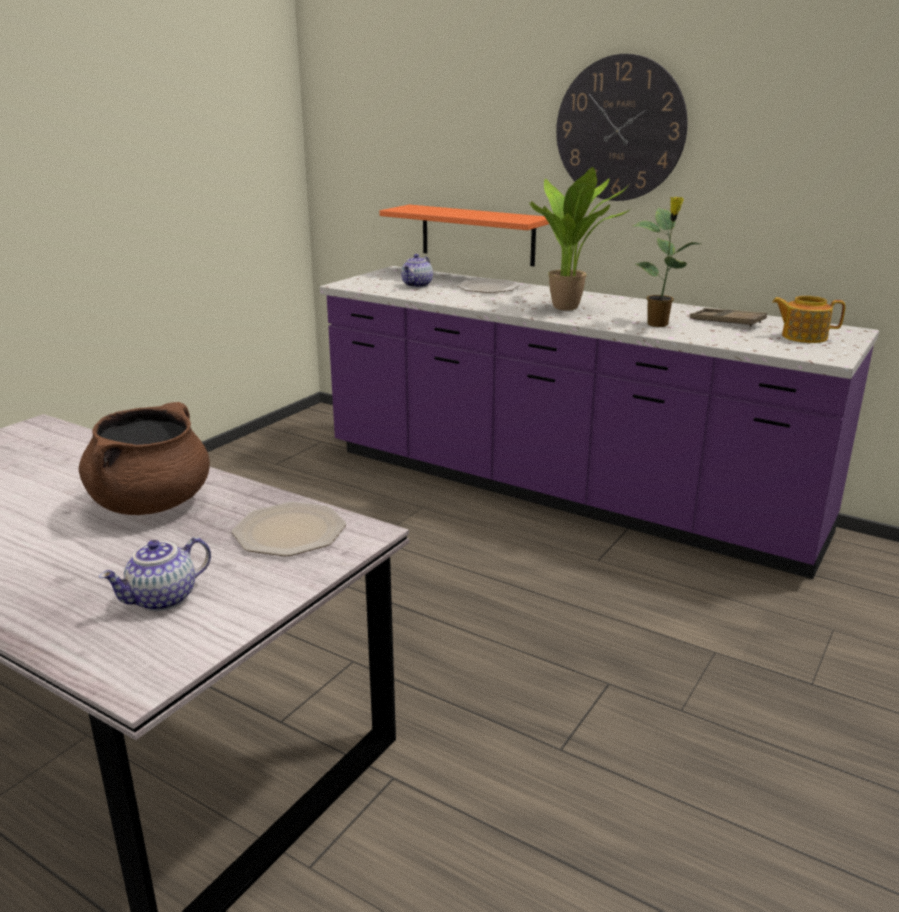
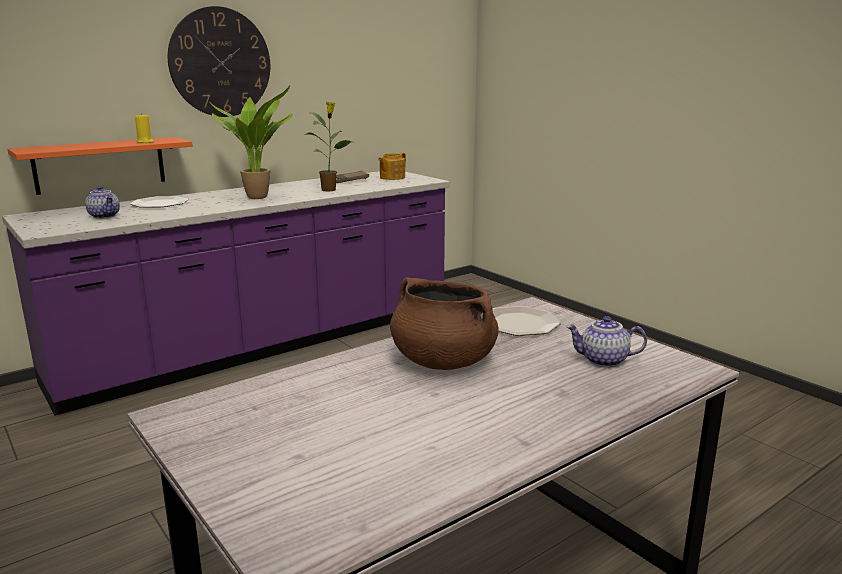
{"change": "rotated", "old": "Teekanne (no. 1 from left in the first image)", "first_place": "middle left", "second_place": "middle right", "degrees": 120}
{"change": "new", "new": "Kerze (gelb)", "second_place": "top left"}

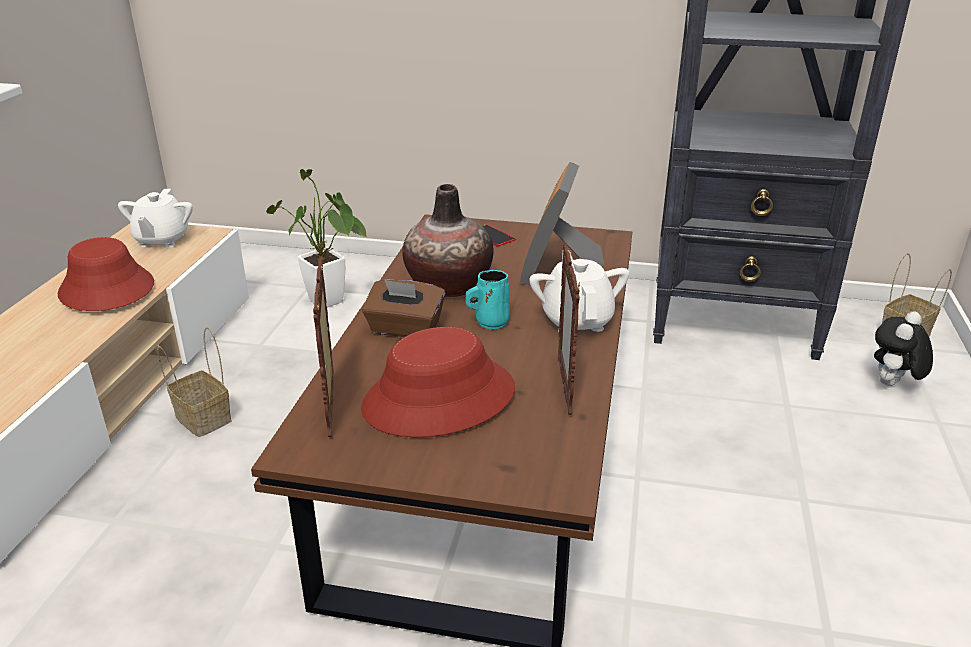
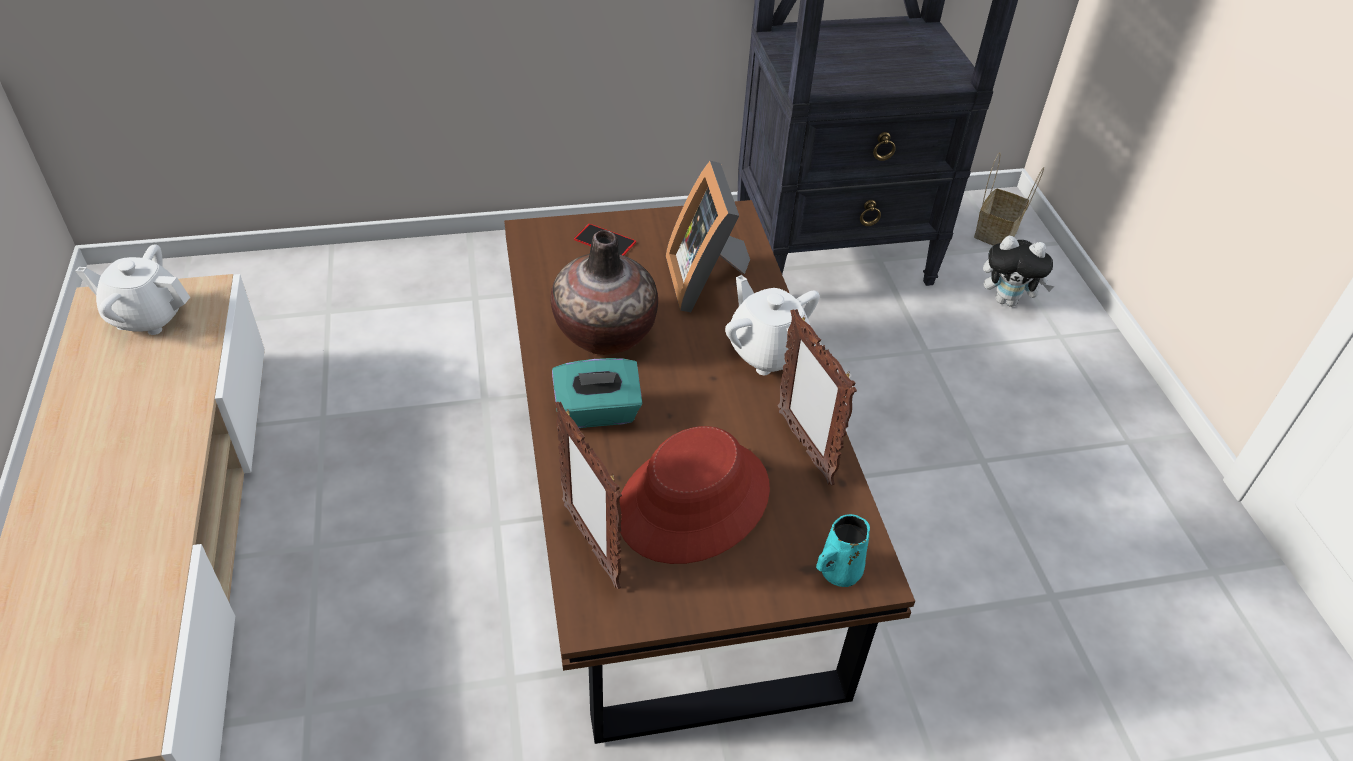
{"change": "gone", "old": "Topfpflanze", "first_place": "middle left"}
{"change": "rotated", "old": "Teekanne (weiß) (no. 1 from left)", "first_place": "middle left", "second_place": "middle left", "degrees": 120}
{"change": "gone", "old": "Hut (rot) (no. 1 from left)", "first_place": "middle left"}
{"change": "shifted", "old": "Henkelbecher (türkis)", "first_place": "centre", "second_place": "bottom centre"}
{"change": "repainted", "old": "Taschentuchbox (braun)", "new": "Taschentuchbox (türkis)", "first_place": "centre", "second_place": "centre"}
{"change": "rotated", "old": "Plüschtier", "first_place": "middle right", "second_place": "middle right", "degrees": -90}
{"change": "gone", "old": "Korb (no. 1 from left)", "first_place": "middle left"}

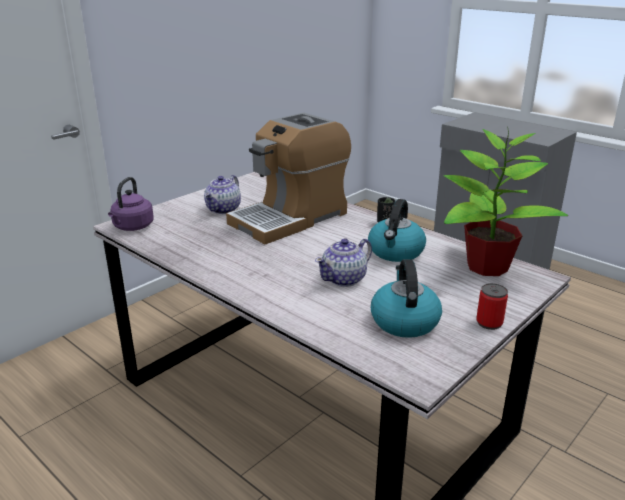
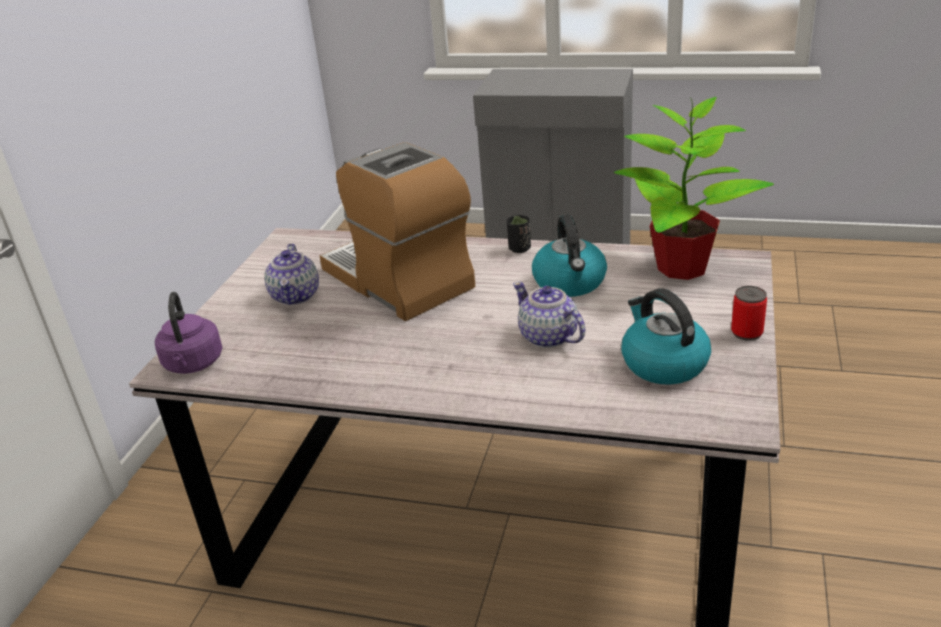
{"change": "rotated", "old": "Kaffeemaschine", "first_place": "centre", "second_place": "centre", "degrees": 120}
{"change": "rotated", "old": "Teekanne (no. 2 from left)", "first_place": "centre", "second_place": "centre", "degrees": 120}

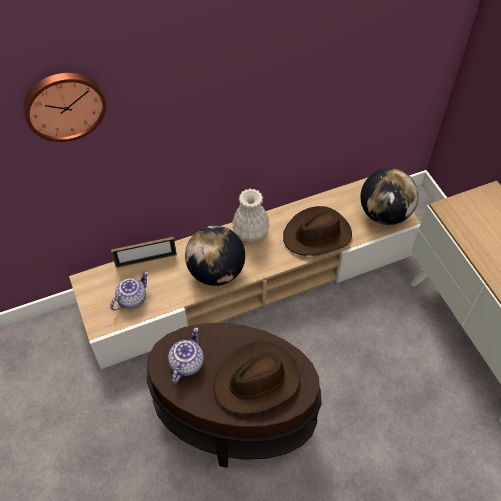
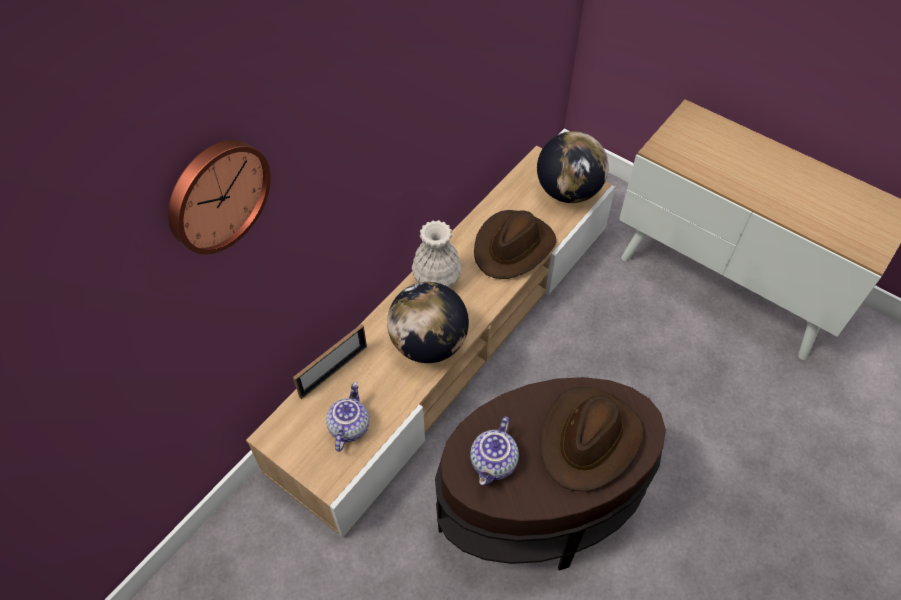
{"change": "rotated", "old": "Teekanne (no. 2 from left)", "first_place": "bottom centre", "second_place": "bottom centre", "degrees": -150}

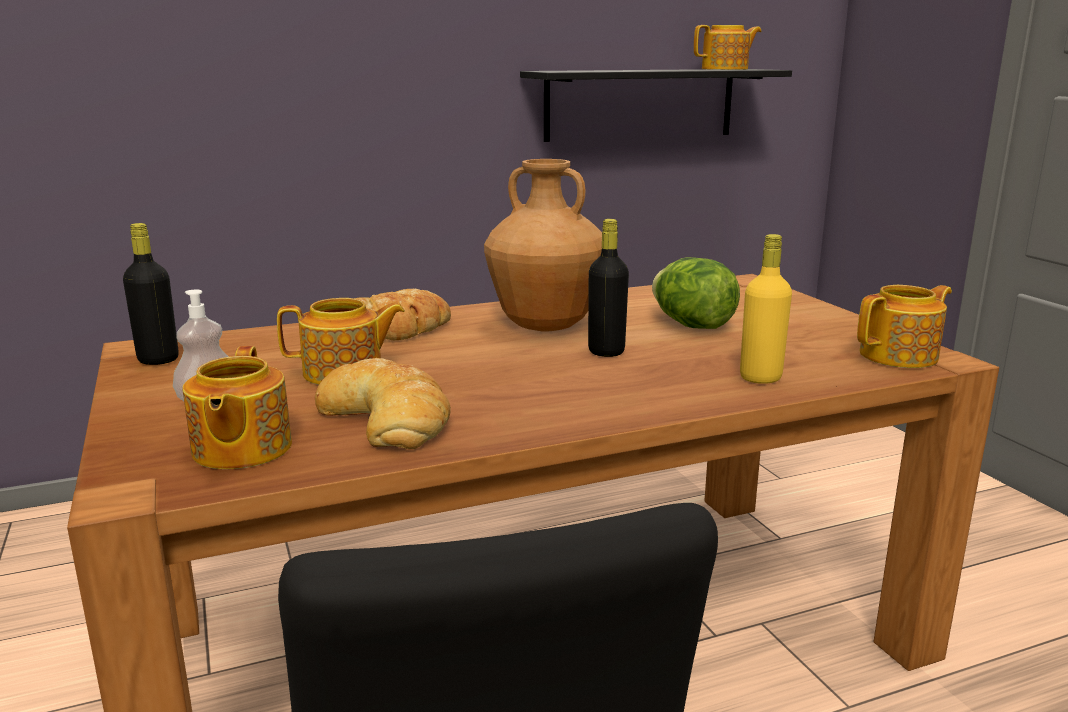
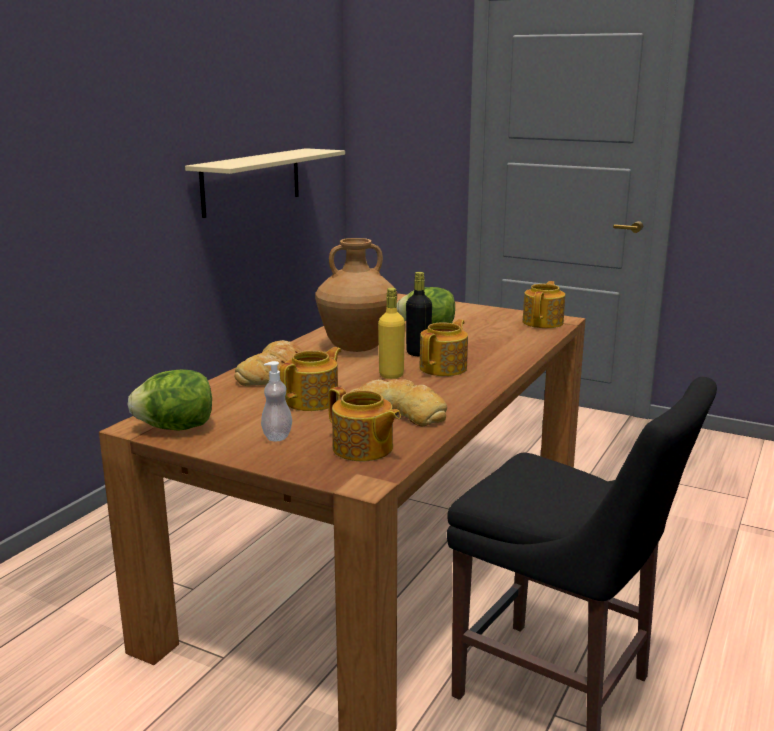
{"change": "shifted", "old": "Teekanne (no. 3 from left)", "first_place": "top right", "second_place": "centre"}
{"change": "repainted", "old": "Wandregal (schwarz)", "new": "Wandregal (beige)", "first_place": "top centre", "second_place": "top centre"}
{"change": "swapped", "old": "Flasche (schwarz) (no. 1 from left)", "new": "Salatkopf (no. 1 from left)", "first_place": "middle left", "second_place": "middle left"}
{"change": "shifted", "old": "Flasche (gelb)", "first_place": "middle right", "second_place": "centre"}

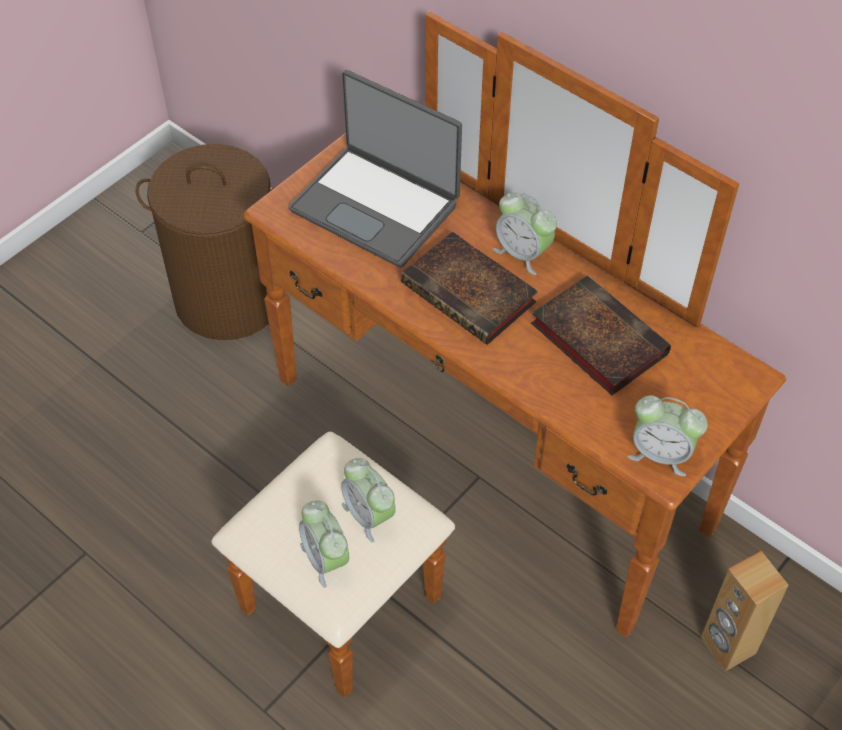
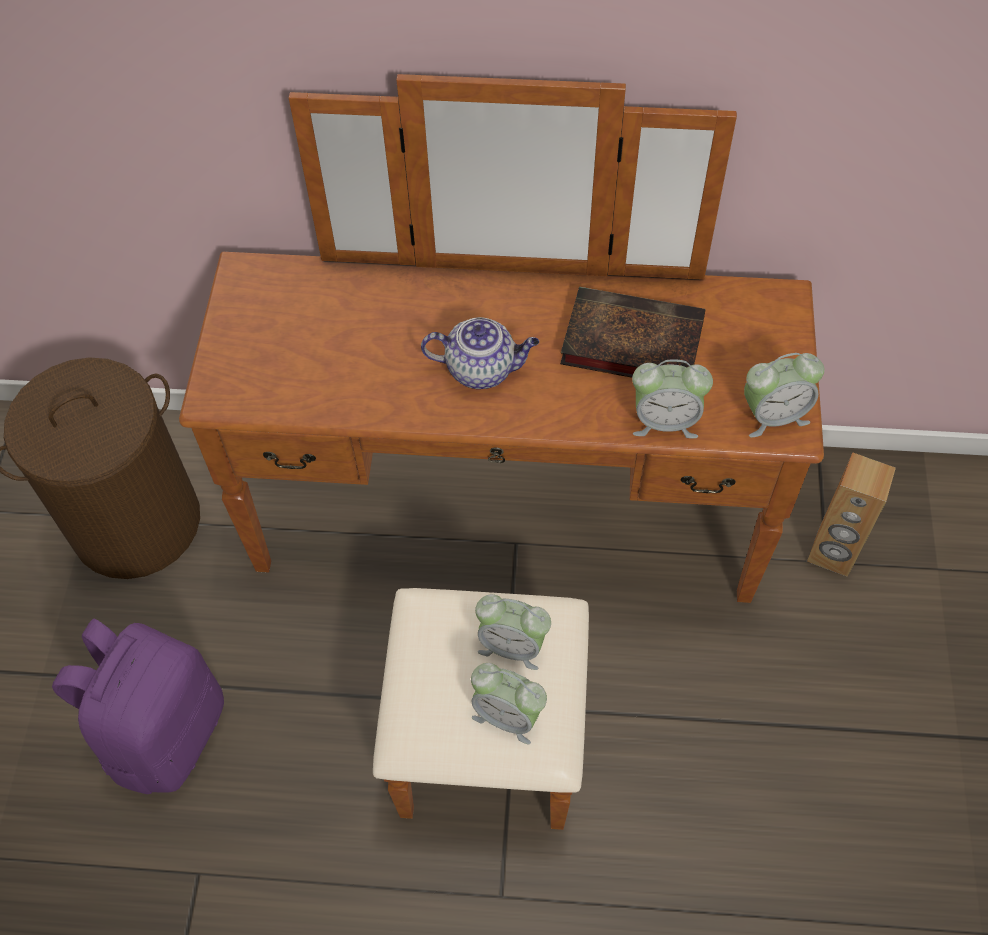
{"change": "gone", "old": "Laptop", "first_place": "top centre"}
{"change": "shifted", "old": "Wecker (no. 3 from left)", "first_place": "top centre", "second_place": "middle right"}
{"change": "swapped", "old": "Buch (no. 1 from left)", "new": "Teekanne", "first_place": "centre", "second_place": "centre"}
{"change": "new", "new": "Rucksack (lila)", "second_place": "bottom left"}

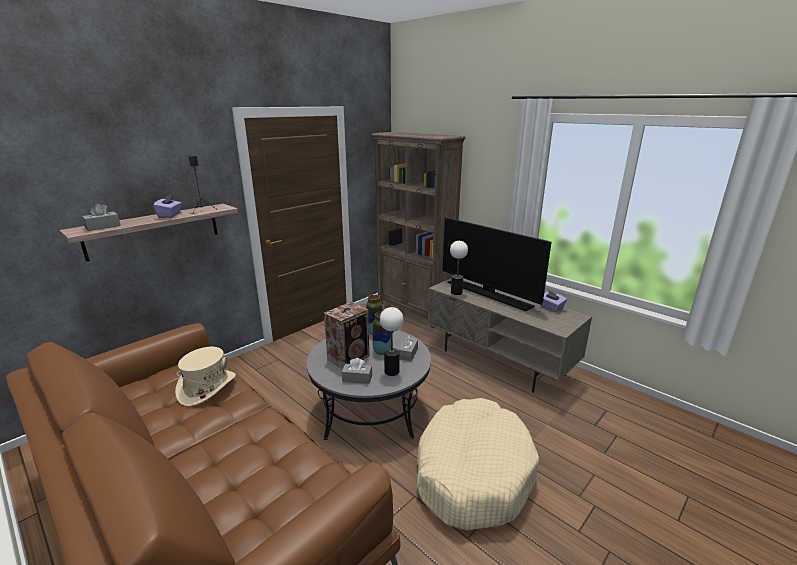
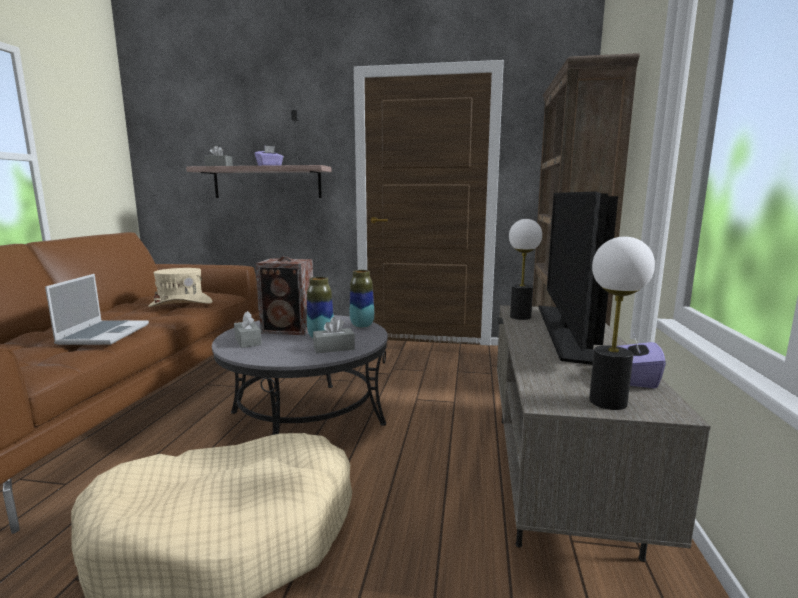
{"change": "shifted", "old": "Tischlampe (no. 1 from left in the first image)", "new": "Tischlampe (no. 2 from left)", "first_place": "centre", "second_place": "middle right"}
{"change": "new", "new": "Laptop", "second_place": "middle left"}

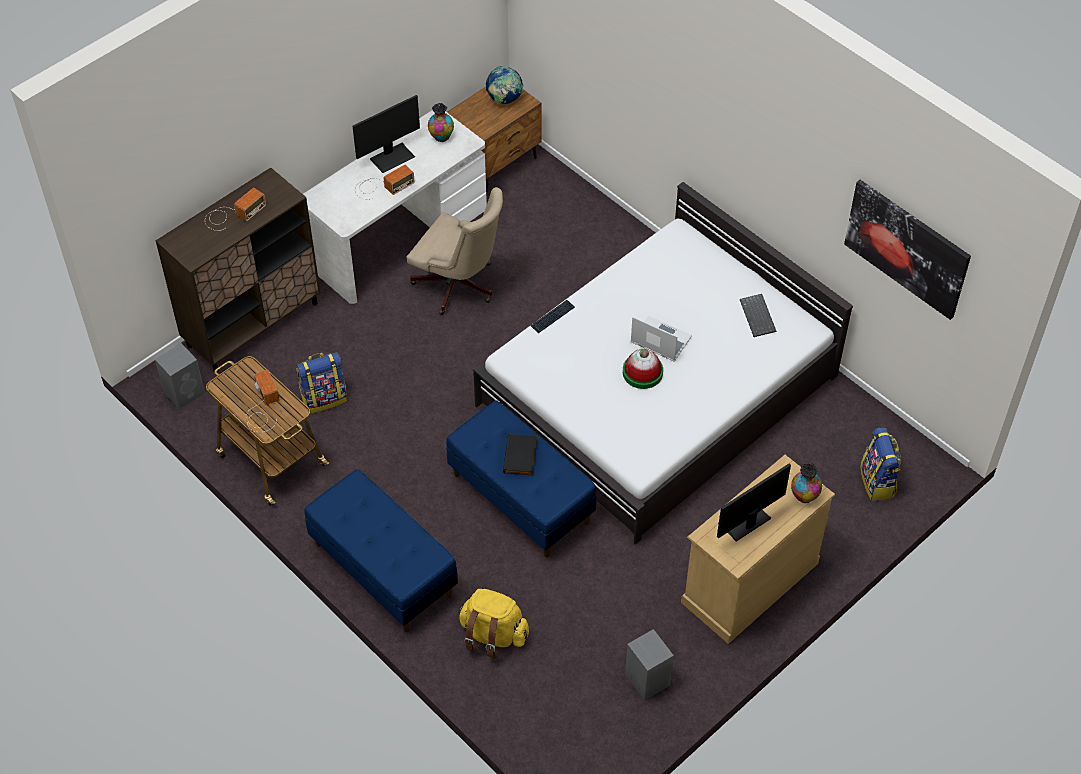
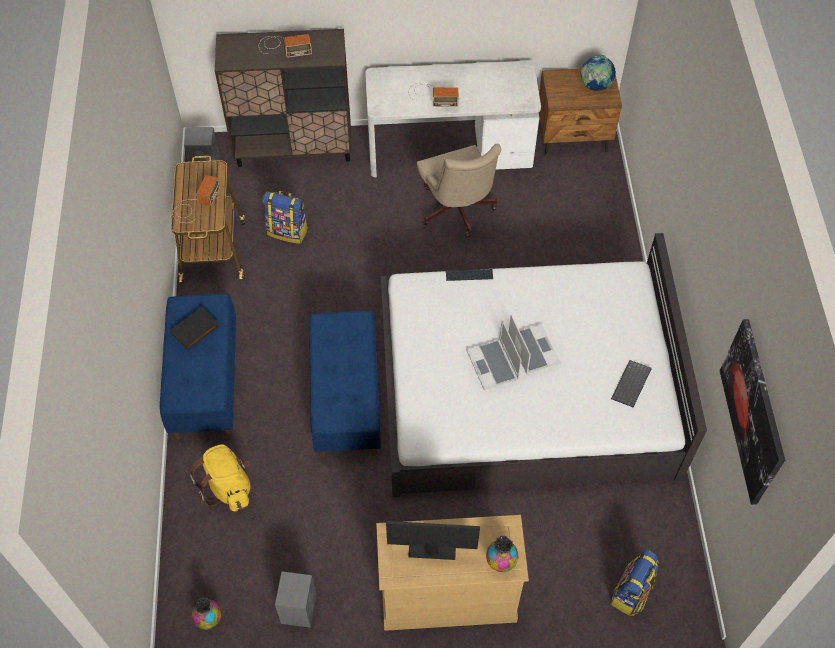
{"change": "gone", "old": "Monitor (no. 1 from left)", "first_place": "top centre"}
{"change": "shifted", "old": "Vase (no. 1 from left)", "first_place": "top centre", "second_place": "bottom left"}
{"change": "swapped", "old": "Hut", "new": "Laptop (no. 1 from left)", "first_place": "centre", "second_place": "centre"}
{"change": "shifted", "old": "Buch (schwarz)", "first_place": "centre", "second_place": "middle left"}

